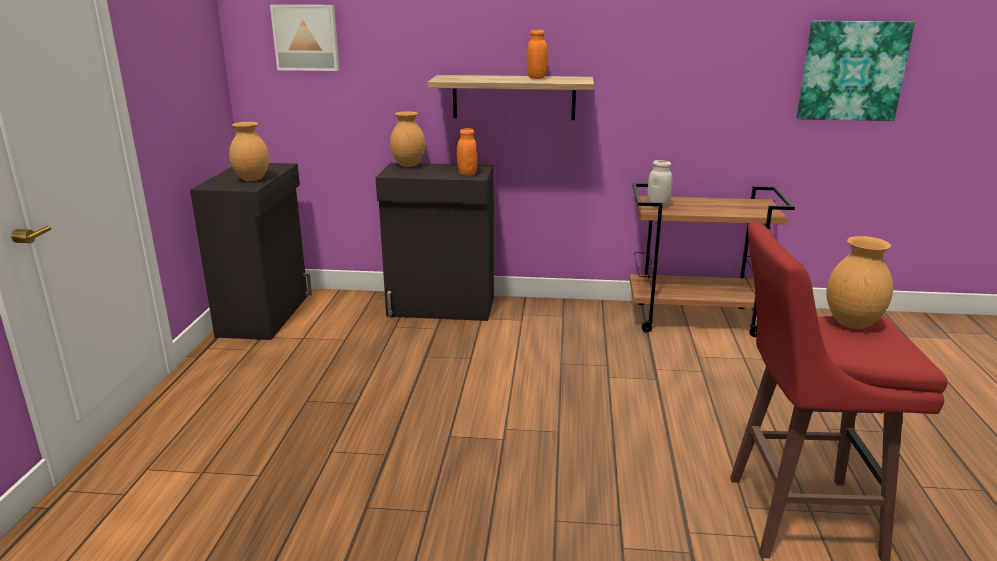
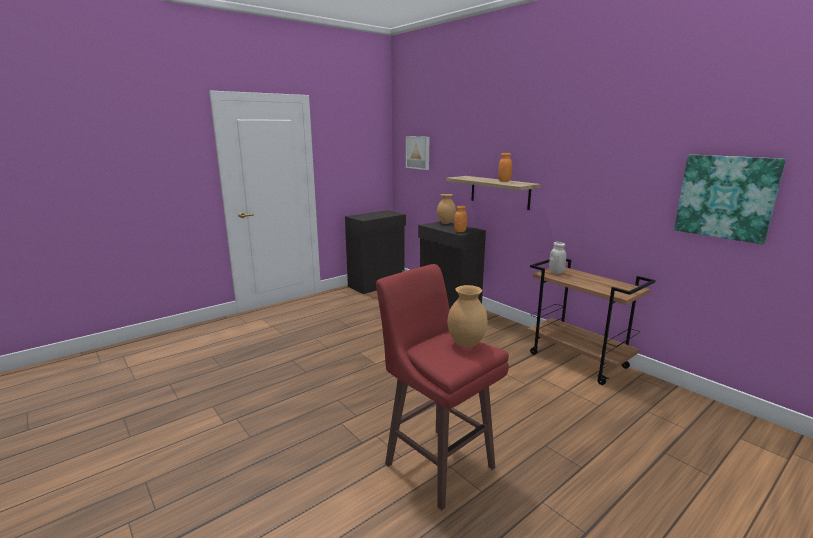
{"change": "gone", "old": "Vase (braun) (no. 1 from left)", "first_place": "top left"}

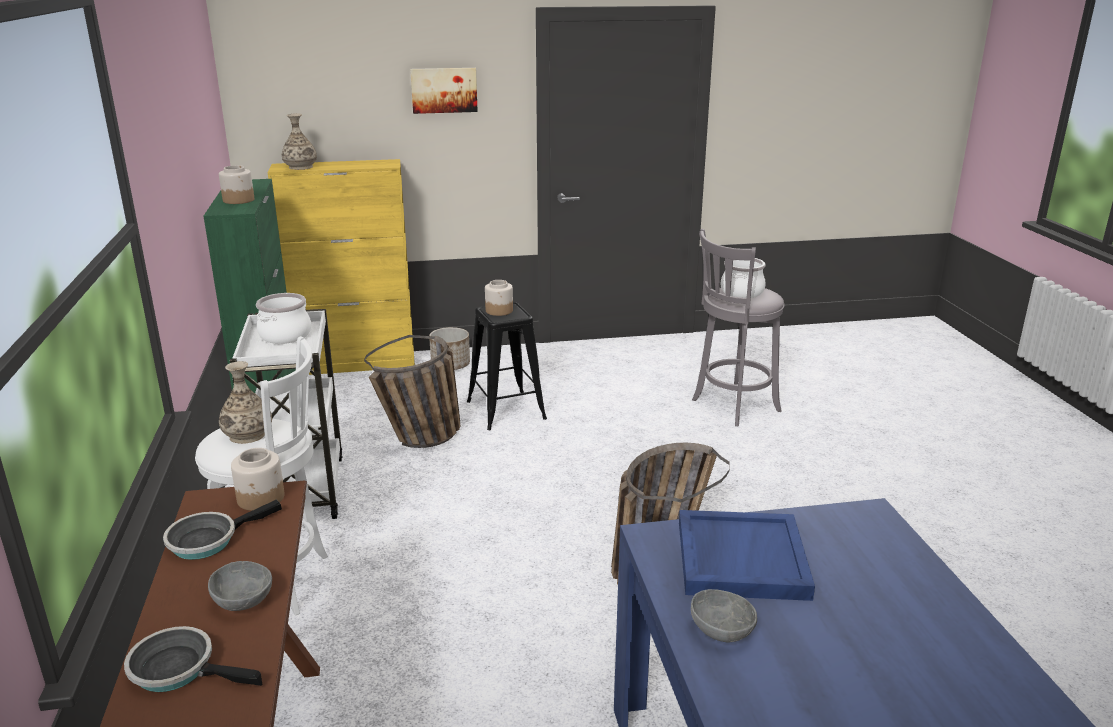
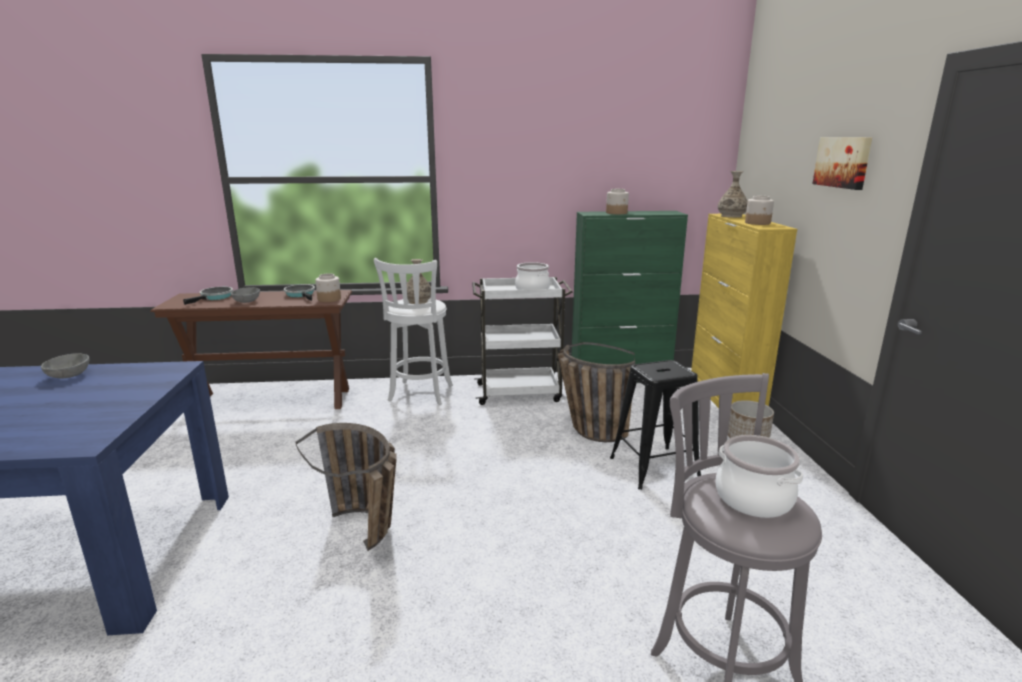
{"change": "shifted", "old": "Vorratsglas (no. 3 from left)", "first_place": "centre", "second_place": "top right"}
{"change": "gone", "old": "Tablett (blau)", "first_place": "bottom right"}

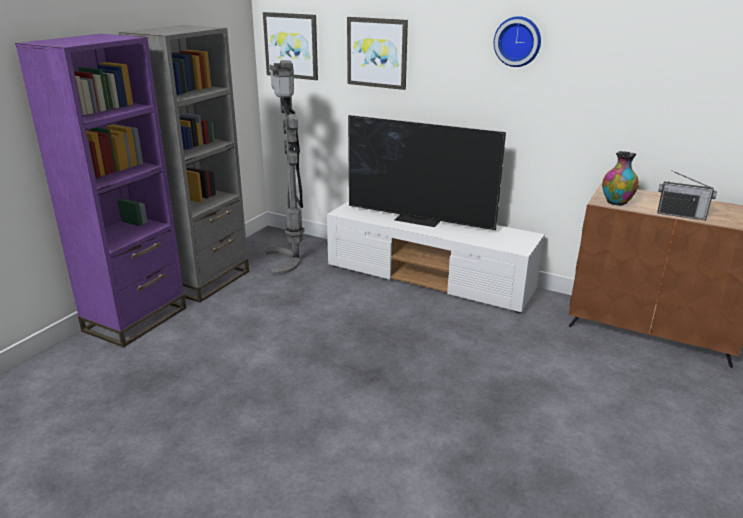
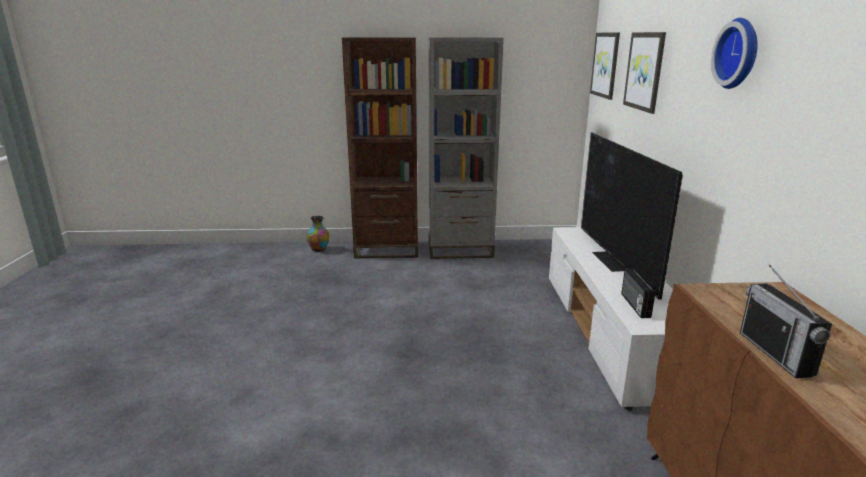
{"change": "repainted", "old": "Bücherregal (lila)", "new": "Bücherregal (braun)", "first_place": "middle left", "second_place": "top centre"}
{"change": "gone", "old": "Stehlampe (grau)", "first_place": "top centre"}
{"change": "shifted", "old": "Vase", "first_place": "middle right", "second_place": "centre"}
{"change": "new", "new": "Radio (no. 1 from left)", "second_place": "middle right"}

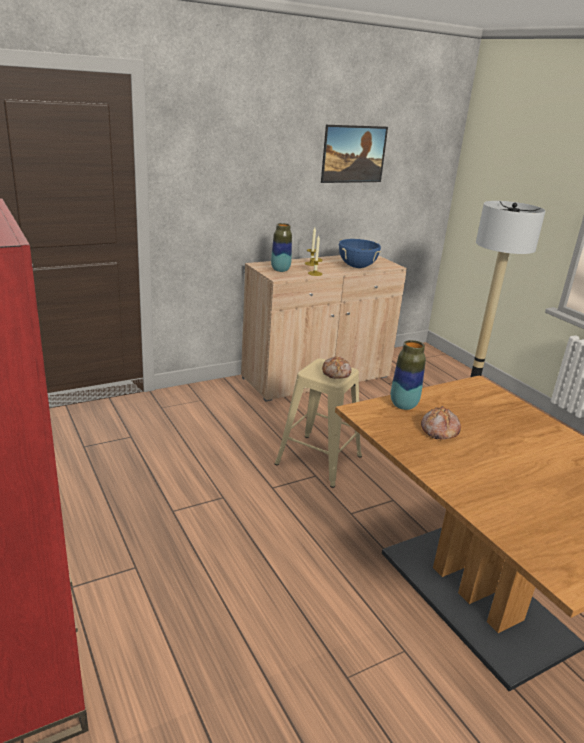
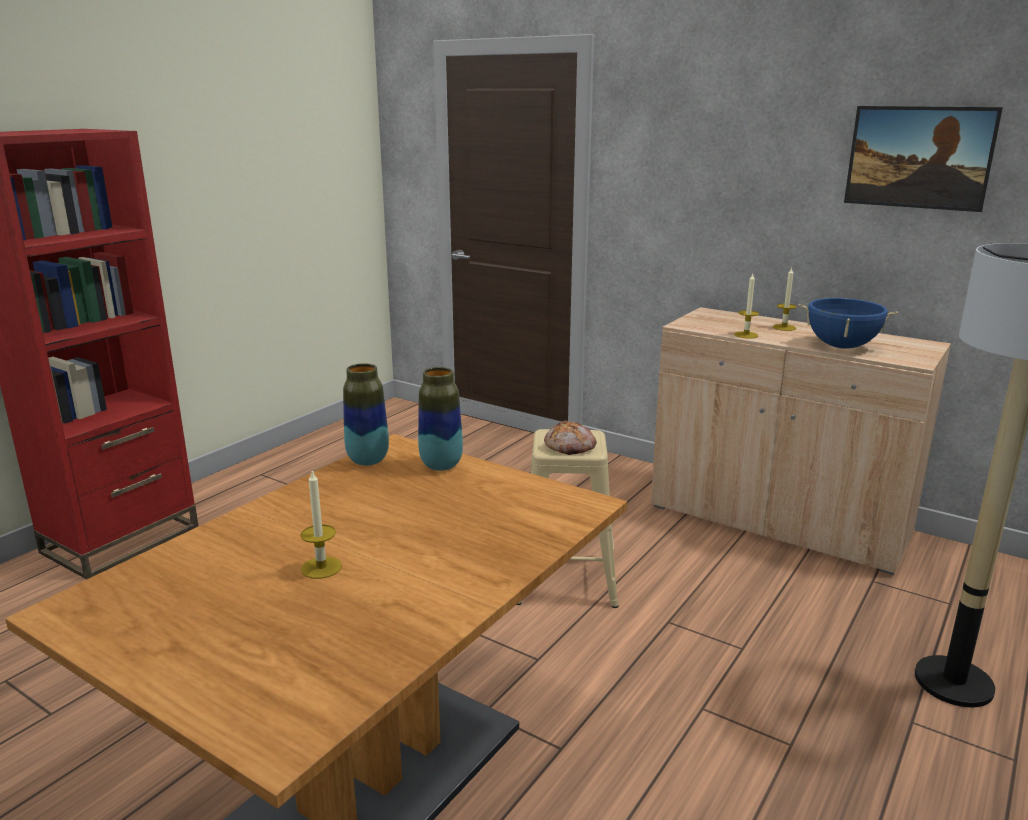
{"change": "shifted", "old": "Vase (no. 1 from left)", "first_place": "top centre", "second_place": "centre"}
{"change": "gone", "old": "Brot (no. 2 from left)", "first_place": "middle right"}
{"change": "new", "new": "Kerze (no. 1 from left)", "second_place": "middle left"}

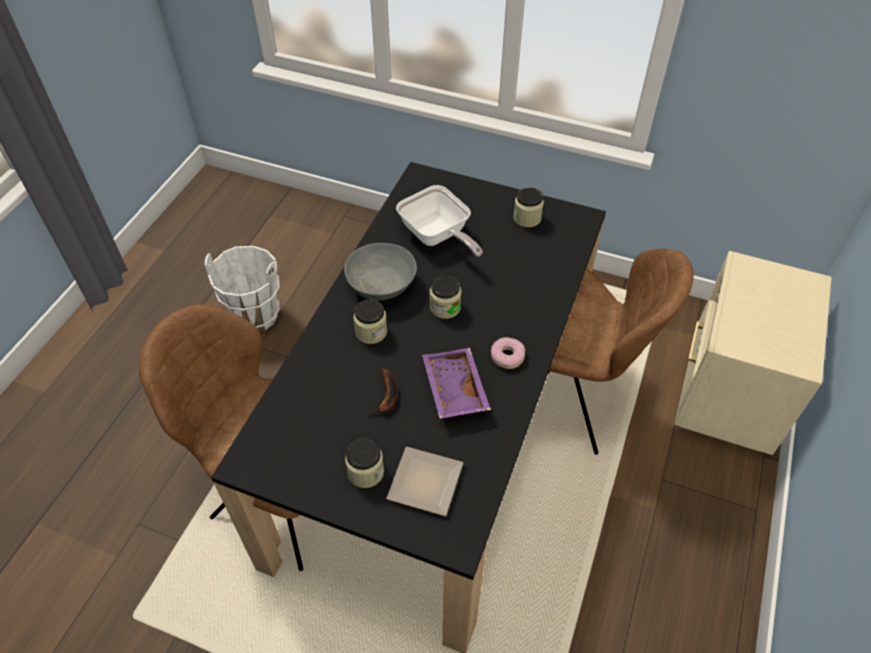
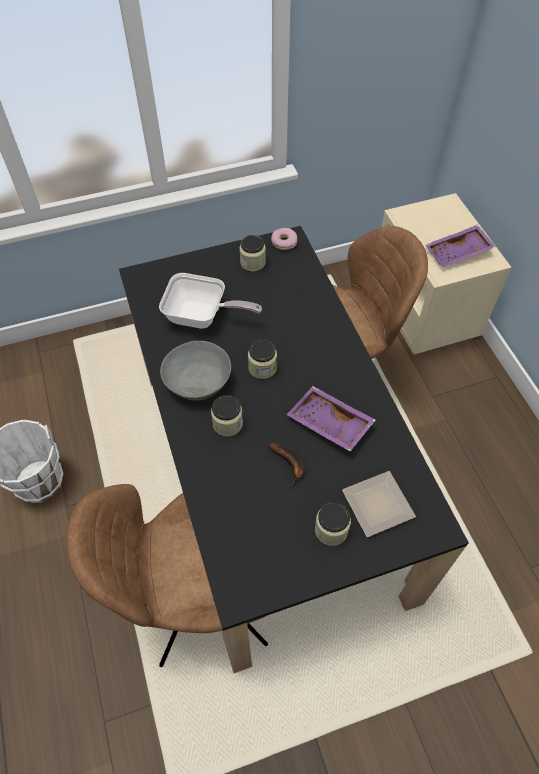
{"change": "shifted", "old": "Donut", "first_place": "centre", "second_place": "top centre"}
{"change": "new", "new": "Tablett (lila) (no. 2 from left)", "second_place": "top right"}

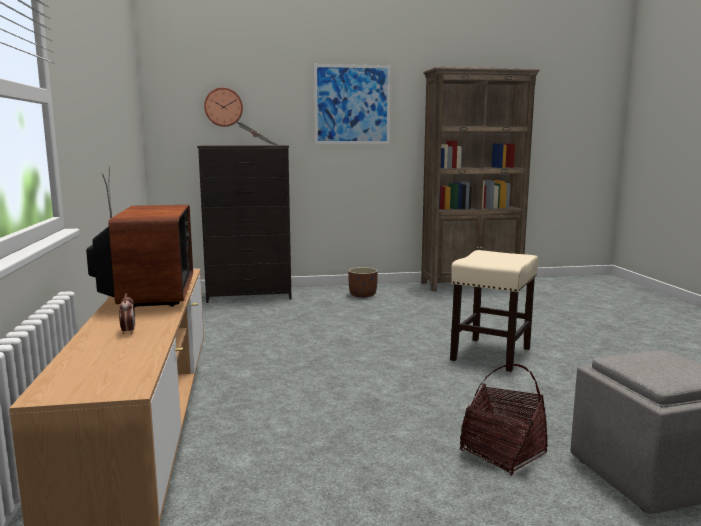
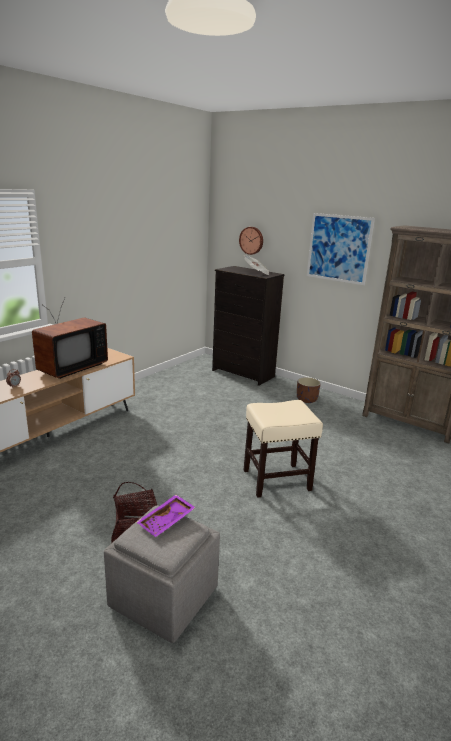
{"change": "new", "new": "Tablett (lila)", "second_place": "bottom centre"}

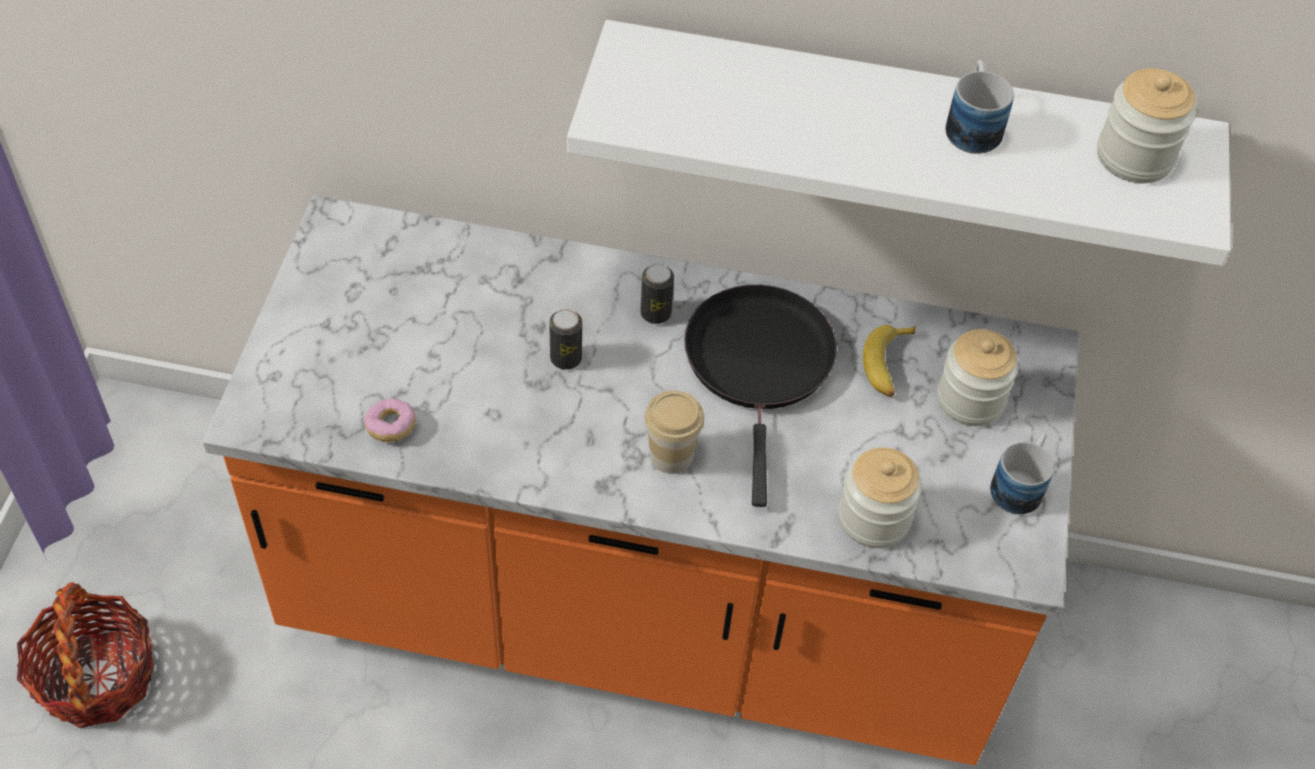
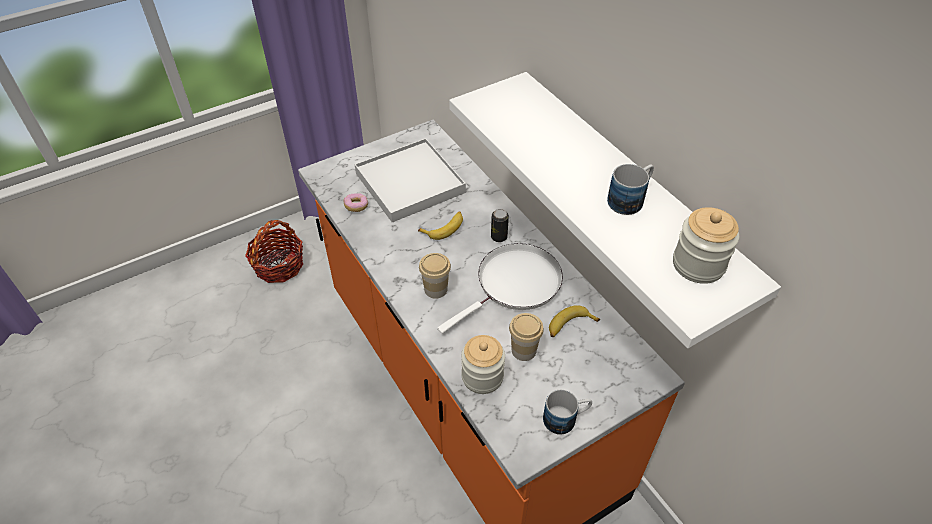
{"change": "repainted", "old": "Pfanne (schwarz)", "new": "Pfanne (weiß)", "first_place": "centre", "second_place": "centre"}
{"change": "swapped", "old": "Dose (no. 1 from left)", "new": "Banane (no. 1 from left)", "first_place": "centre", "second_place": "centre"}
{"change": "gone", "old": "Vorratsglas (no. 2 from left)", "first_place": "middle right"}
{"change": "new", "new": "Tablett (weiß)", "second_place": "centre"}
{"change": "new", "new": "Tasse (no. 2 from left)", "second_place": "centre"}

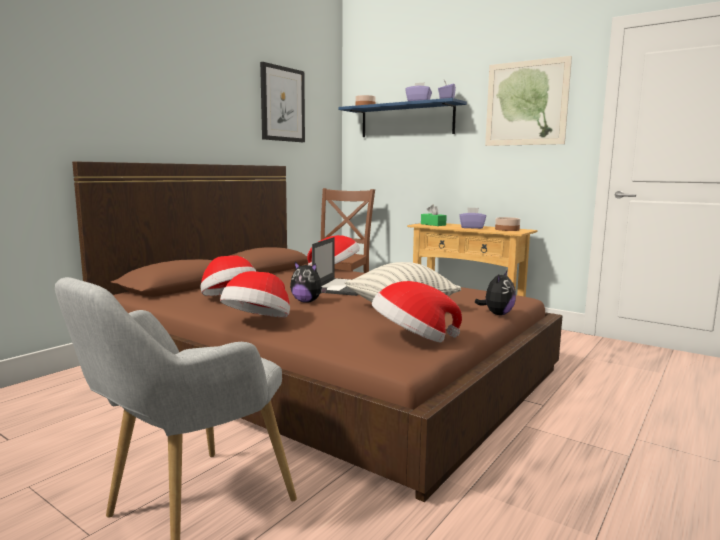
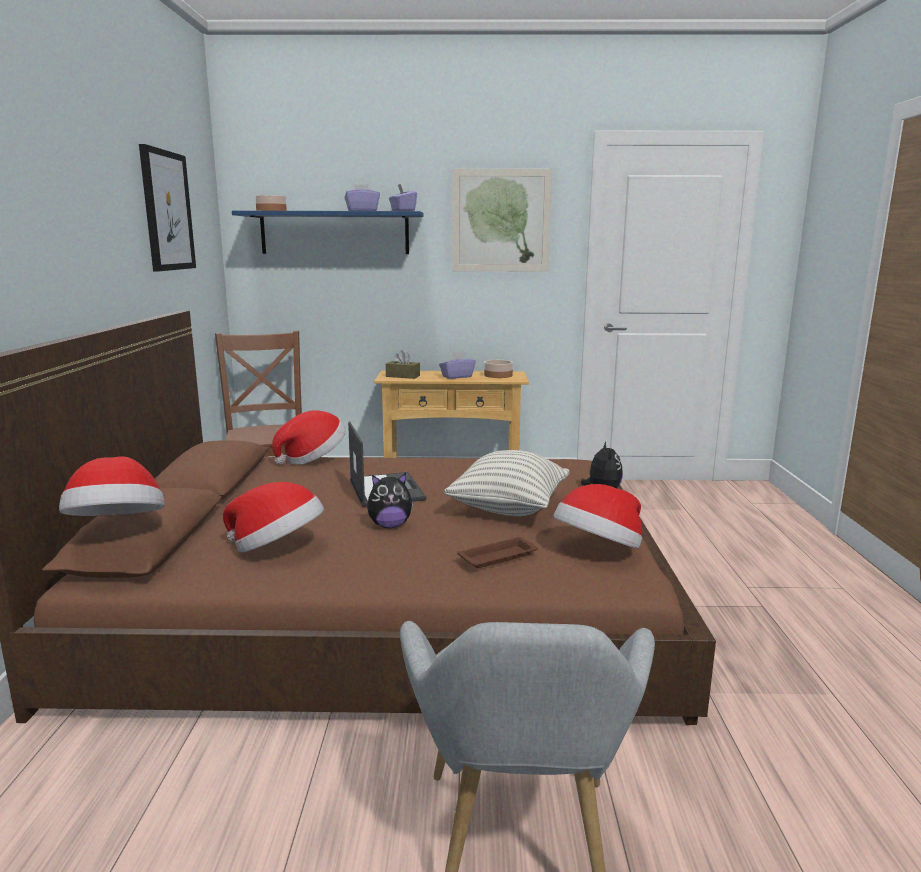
{"change": "repainted", "old": "Taschentuchbox (grün)", "new": "Taschentuchbox (braun)", "first_place": "centre", "second_place": "centre"}
{"change": "shifted", "old": "Hut (no. 2 from left in the first image)", "new": "Hut (no. 1 from left)", "first_place": "centre", "second_place": "middle left"}
{"change": "new", "new": "Tablett (braun)", "second_place": "centre"}

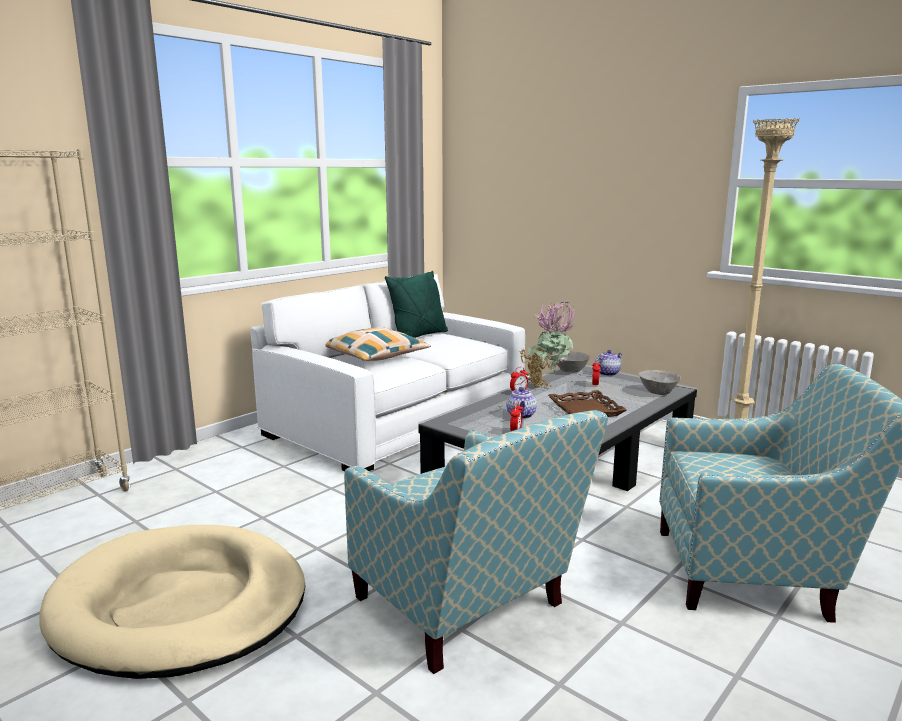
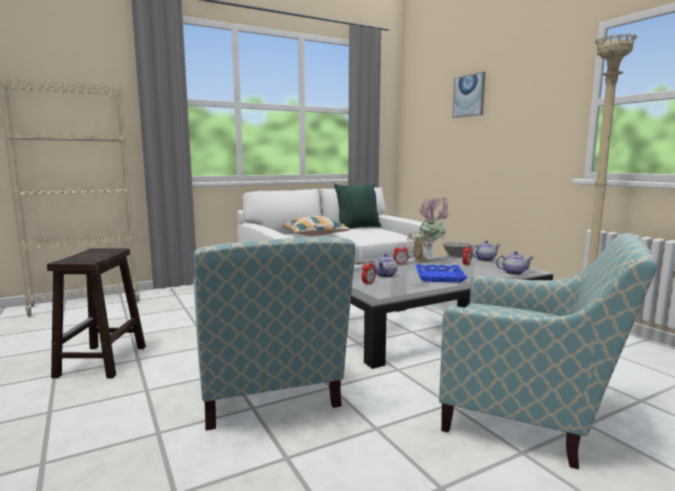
{"change": "swapped", "old": "Schüssel (grau) (no. 2 from left)", "new": "Teekanne (no. 3 from left)", "first_place": "middle right", "second_place": "middle right"}
{"change": "repainted", "old": "Tablett (braun)", "new": "Tablett (blau)", "first_place": "centre", "second_place": "centre"}
{"change": "swapped", "old": "Hundebett (beige)", "new": "Hocker (braun)", "first_place": "bottom left", "second_place": "middle left"}
{"change": "new", "new": "Bild", "second_place": "top right"}

